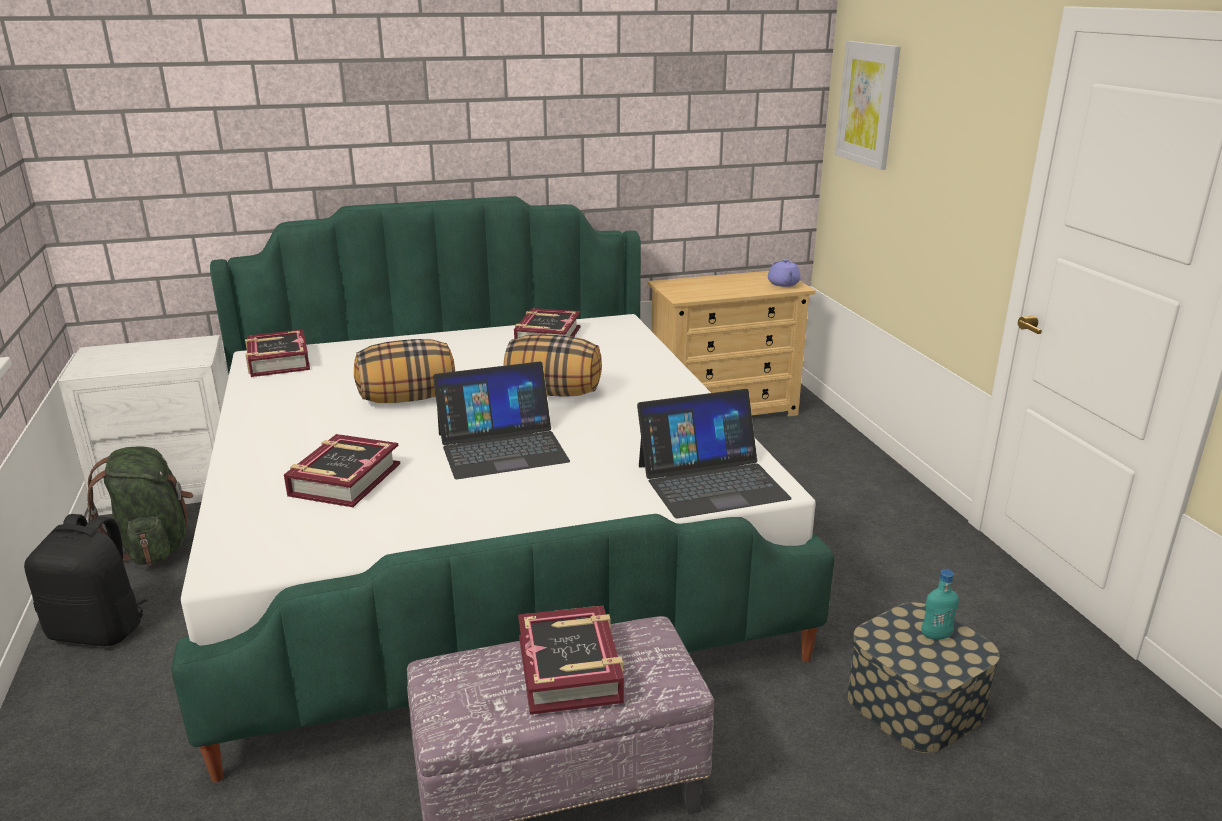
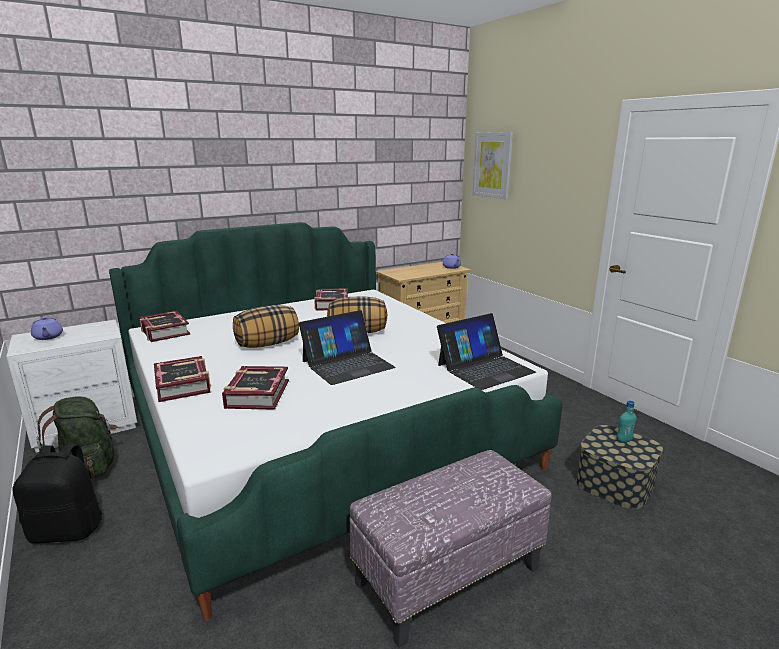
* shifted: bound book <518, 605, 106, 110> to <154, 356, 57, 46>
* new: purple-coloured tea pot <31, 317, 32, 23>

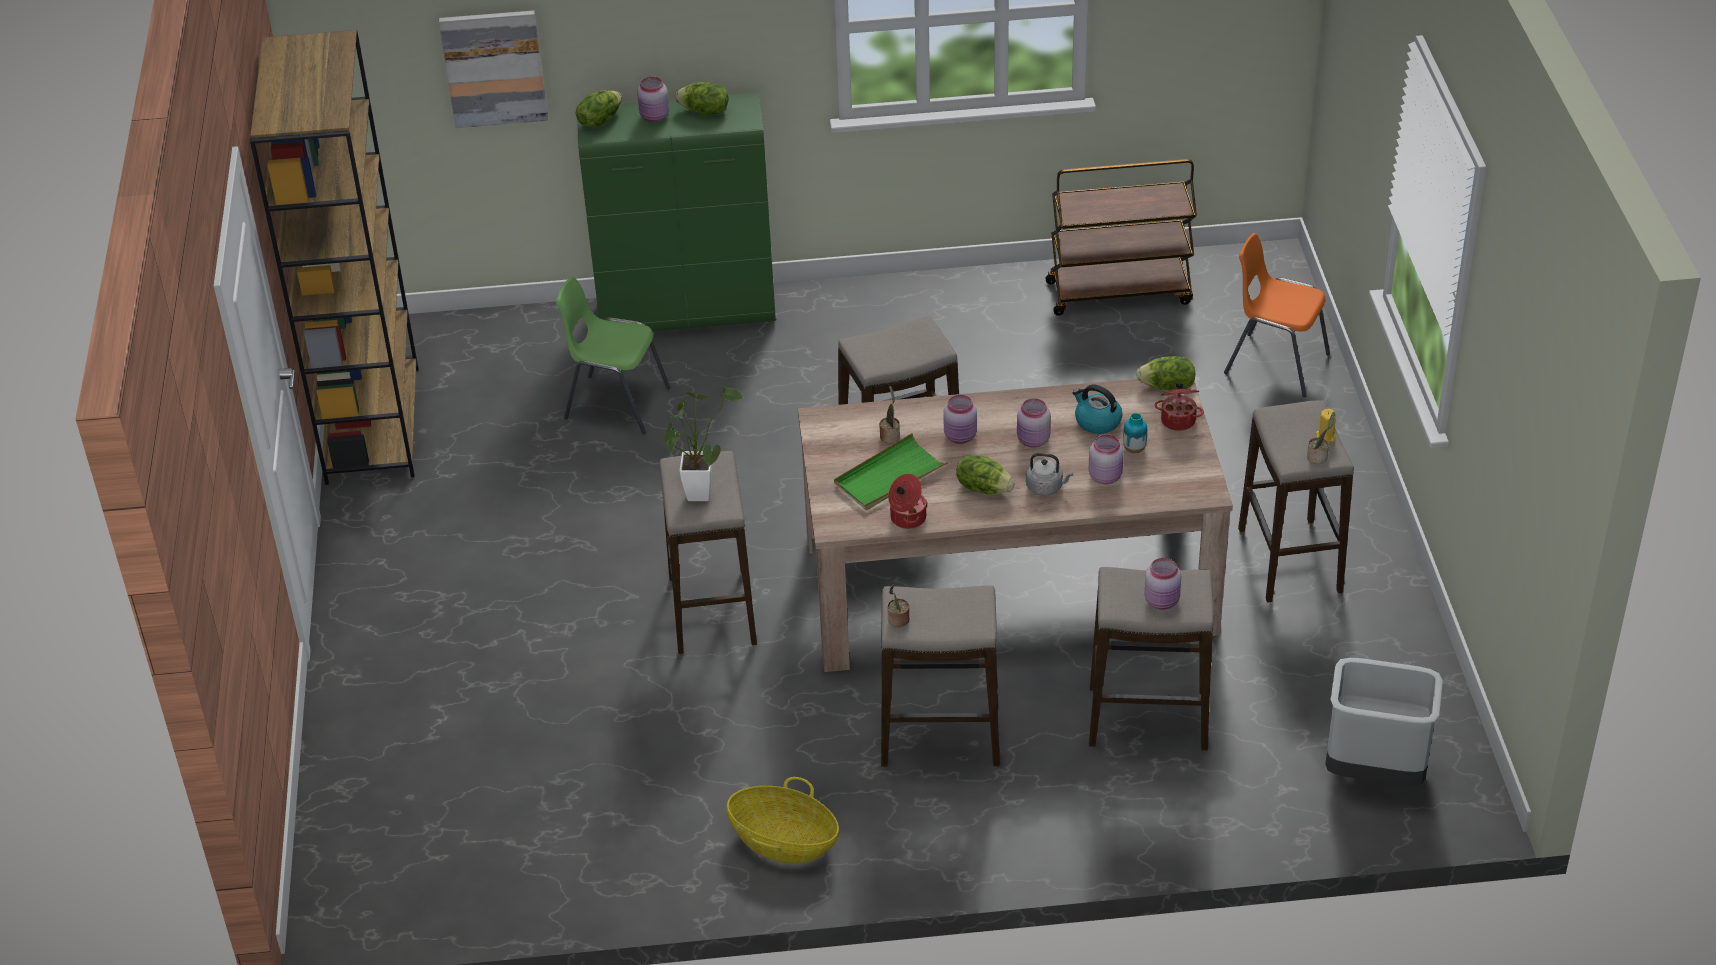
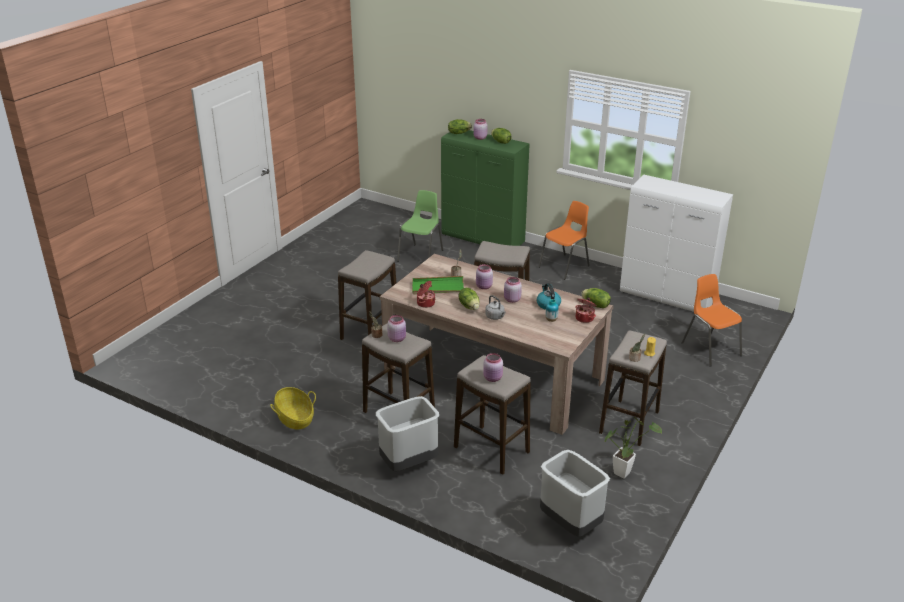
* gone: wall picture <439, 10, 109, 118>
* gone: brownish shelving unit <250, 30, 168, 455>
* swapped: brownish cart <1045, 159, 152, 157> to white-coloured cabinet <620, 175, 113, 137>
* rotated: green-coloured plain chair <556, 276, 114, 159> = <397, 190, 46, 72> 60 degrees clockwise
* shifted: plant in a pot <663, 387, 80, 114> to <605, 417, 57, 62>
* shifted: pink storage jar <1088, 434, 36, 50> to <387, 315, 19, 27>
* new: orangey plain chair <538, 201, 52, 79>
* new: gray rubbish bin <376, 396, 63, 75>

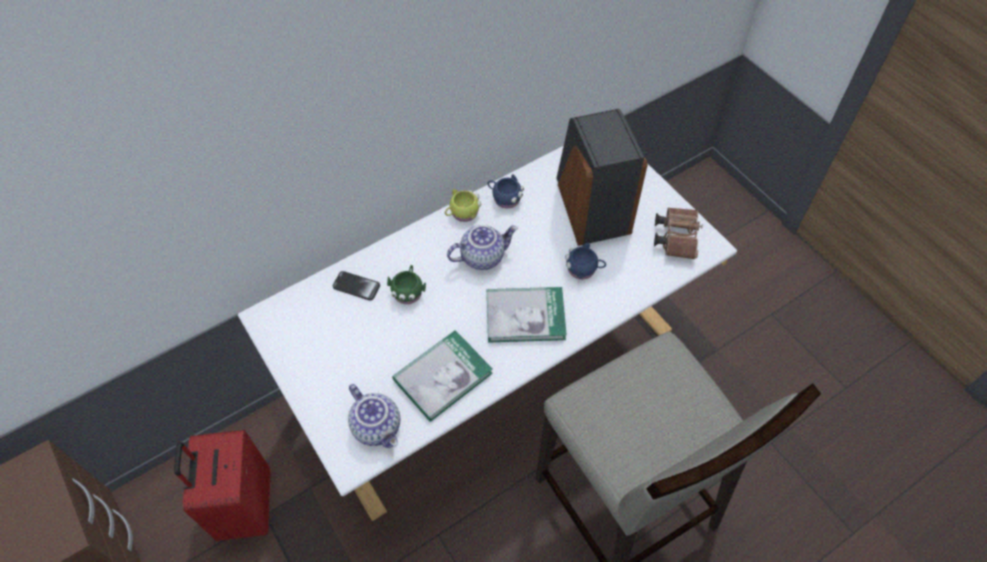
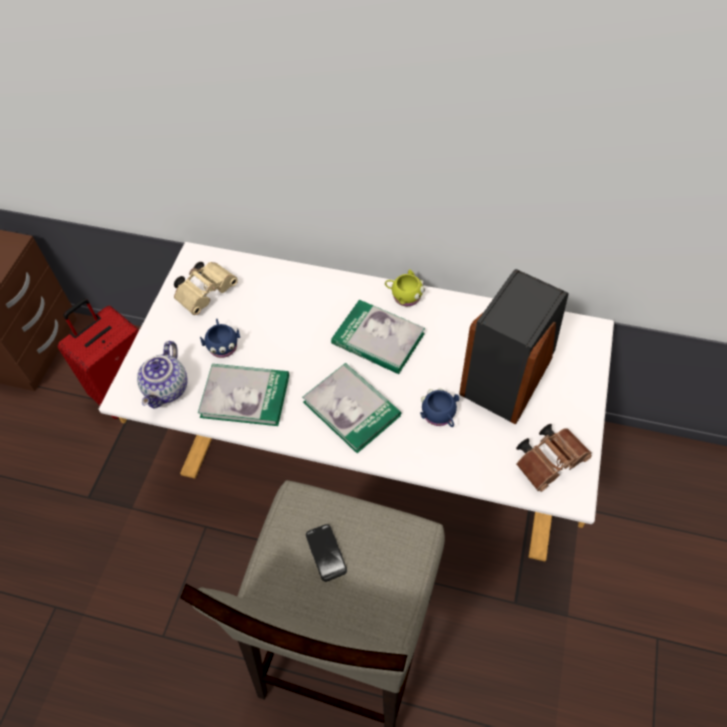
* shifted: bluish mug <487, 174, 37, 35> to <200, 319, 40, 39>
* swapped: tea pot <447, 225, 71, 45> to bound book <331, 300, 94, 74>
* gone: green-coloured mug <387, 265, 39, 39>
* shifted: phone <333, 271, 47, 29> to <306, 524, 41, 58>
* new: beige-coloured field glasses <174, 262, 64, 53>

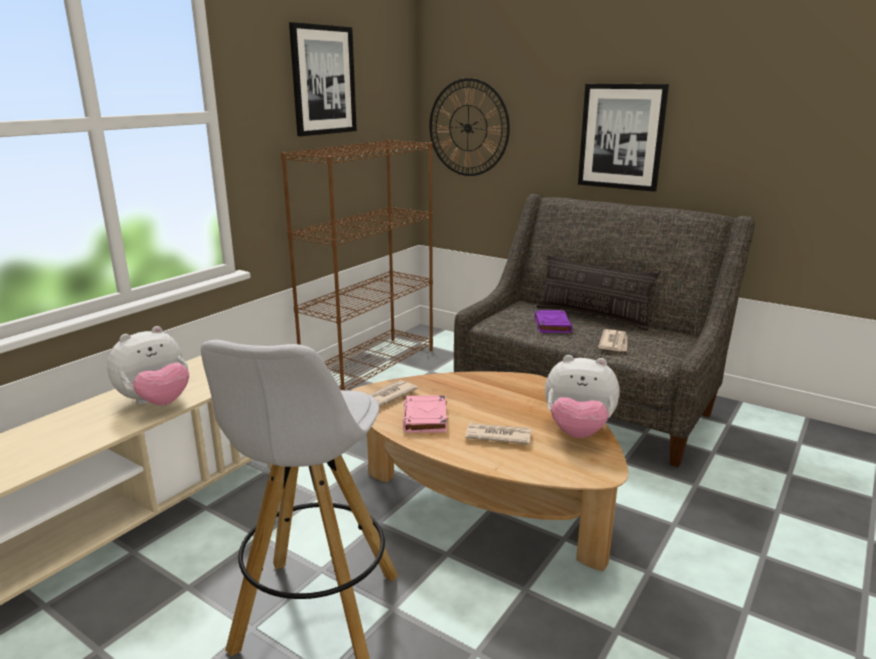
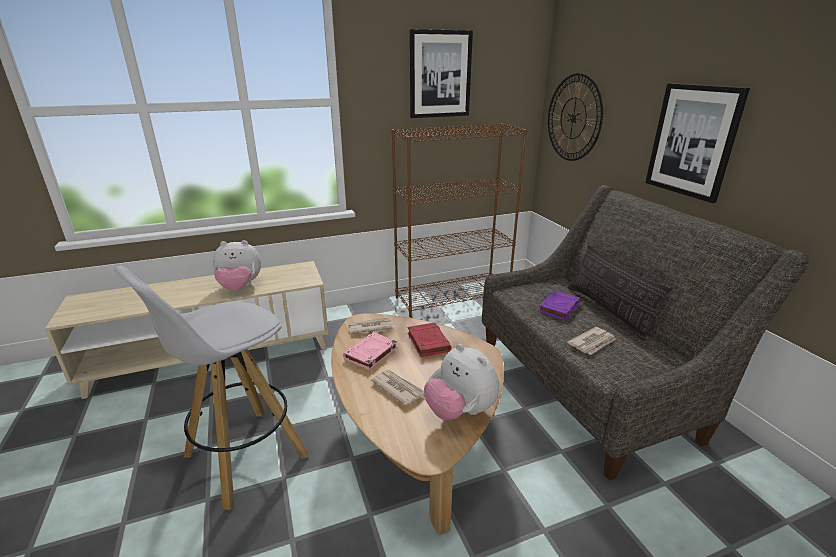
* new: red bound book <408, 322, 44, 35>

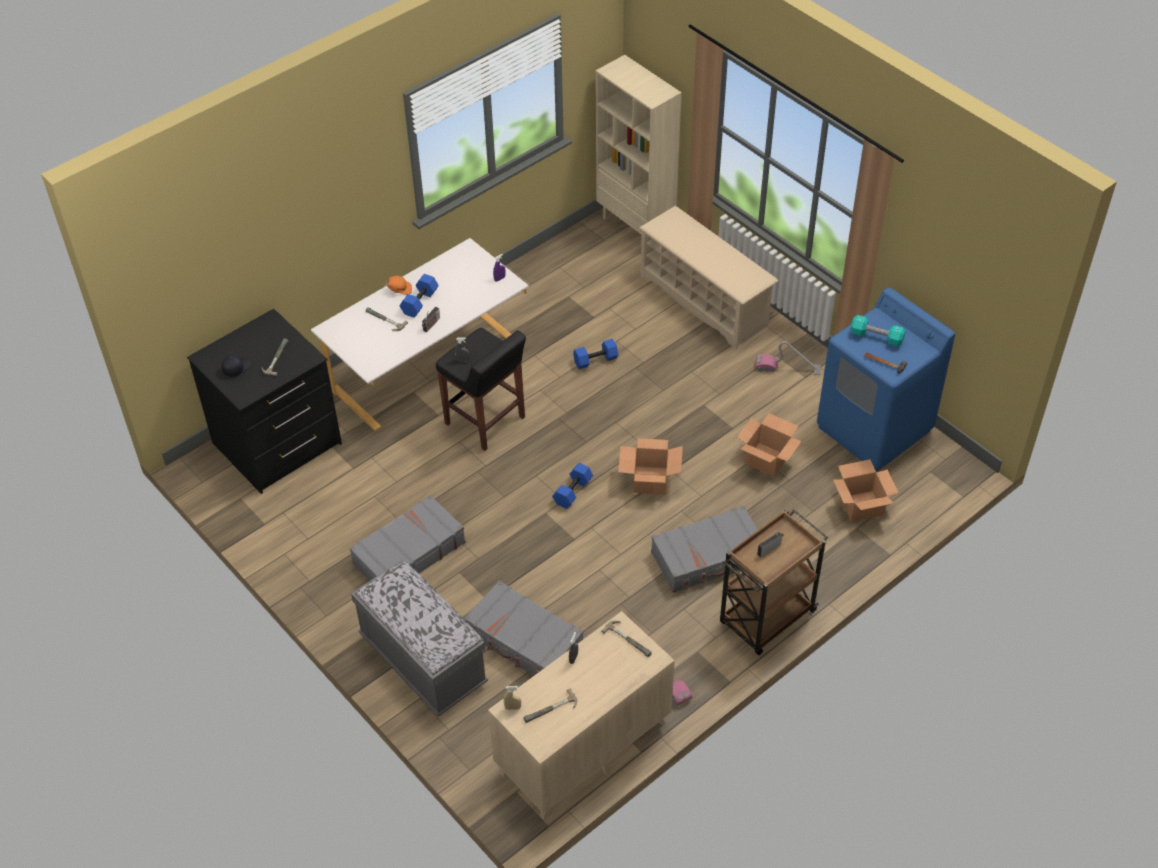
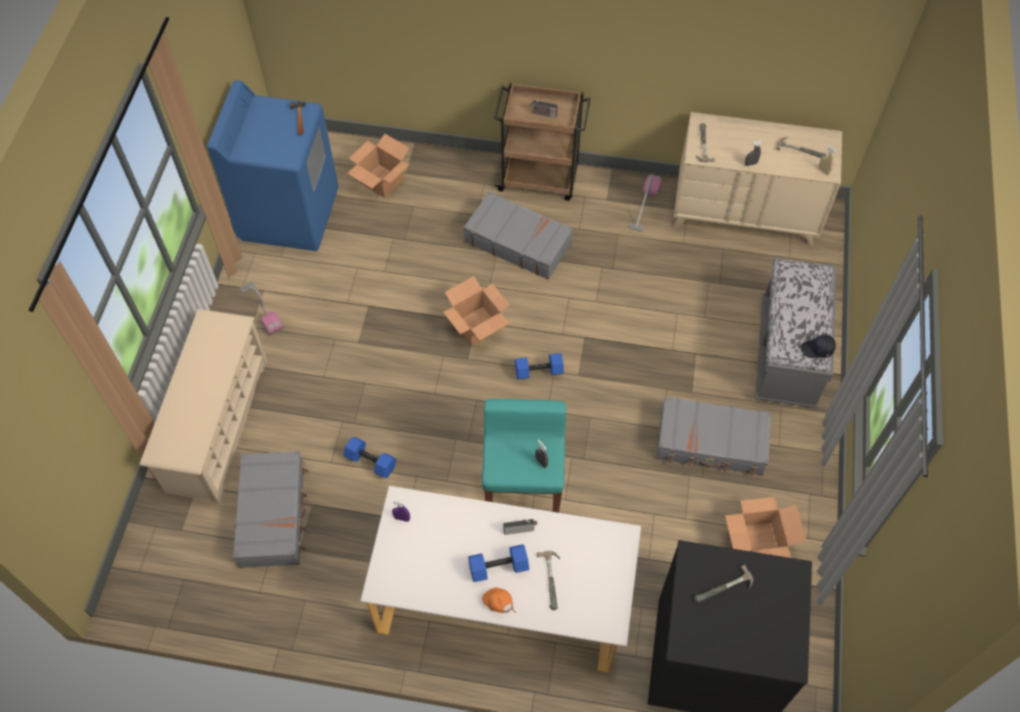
* gone: beige-coloured shelving unit <596, 55, 86, 179>
* gone: blue-green hand weight <850, 315, 55, 31>
* repainted: black-coloured stool <436, 328, 90, 123> to blue-green stool <482, 399, 84, 114>
* shifted: black-coloured baseball cap <222, 356, 29, 21> to <801, 334, 35, 24>
* shifted: carton <737, 413, 65, 63> to <725, 497, 81, 61>
* shifted: gray piece of luggage <464, 581, 119, 95> to <233, 451, 75, 117>

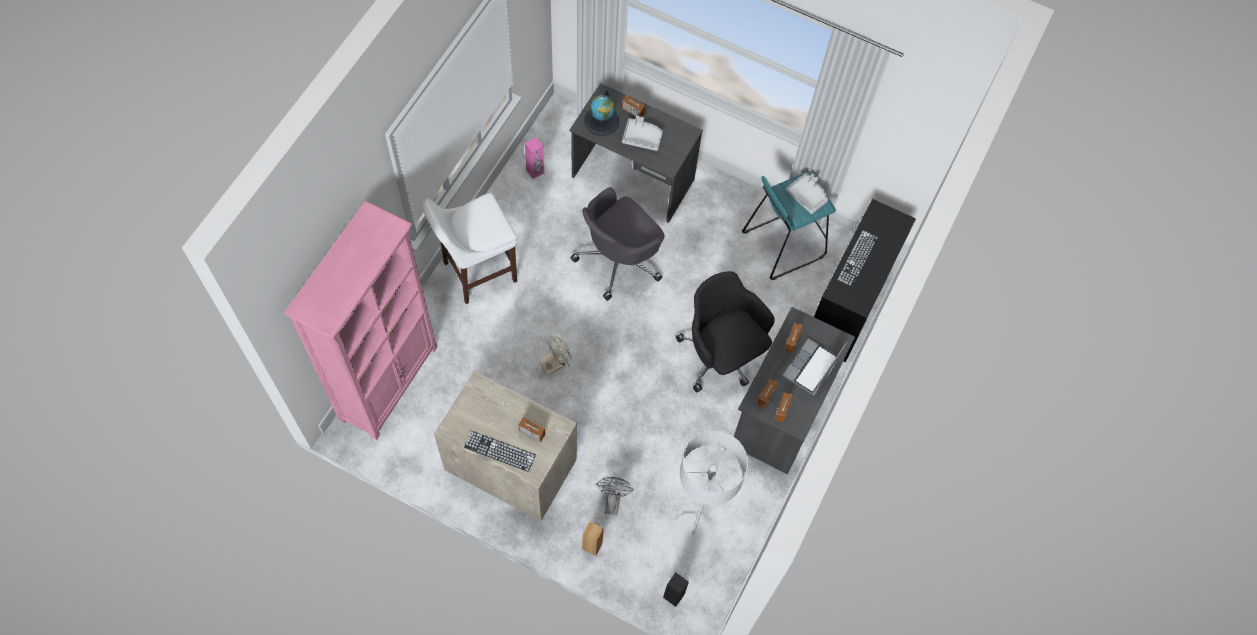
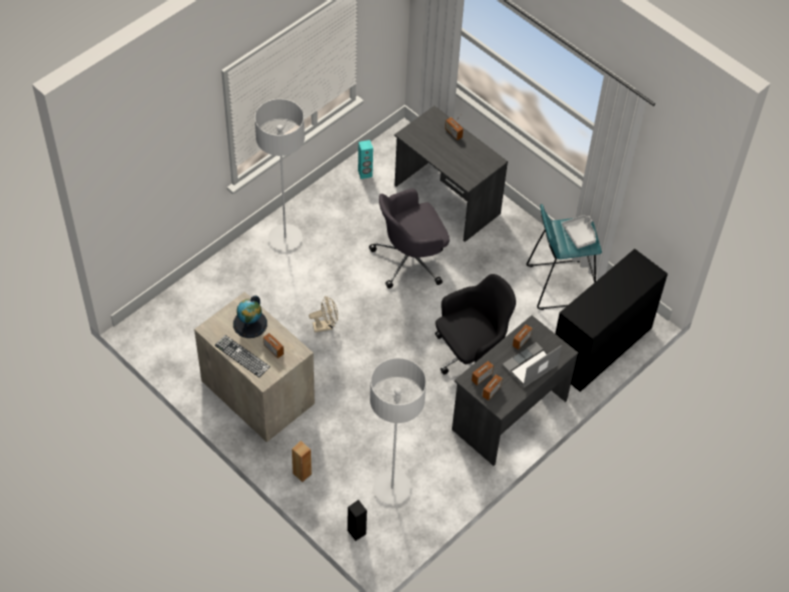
* shifted: world globe <584, 90, 35, 46> to <233, 295, 34, 43>
* gone: gray carrying tray <622, 116, 41, 35>
* repainted: pink loudspeaker <525, 137, 19, 42> to blue-green loudspeaker <358, 140, 15, 39>
* swapped: white-coloured stool <422, 193, 95, 111> to gray floor lamp <255, 99, 50, 152>
* gone: pink shelving unit <284, 201, 153, 239>
* gone: PC keyboard <837, 230, 41, 57>
* rotated: black-coloured office chair <676, 271, 99, 122> = <435, 274, 81, 100> 75 degrees clockwise
* gone: gray fan <596, 477, 38, 38>

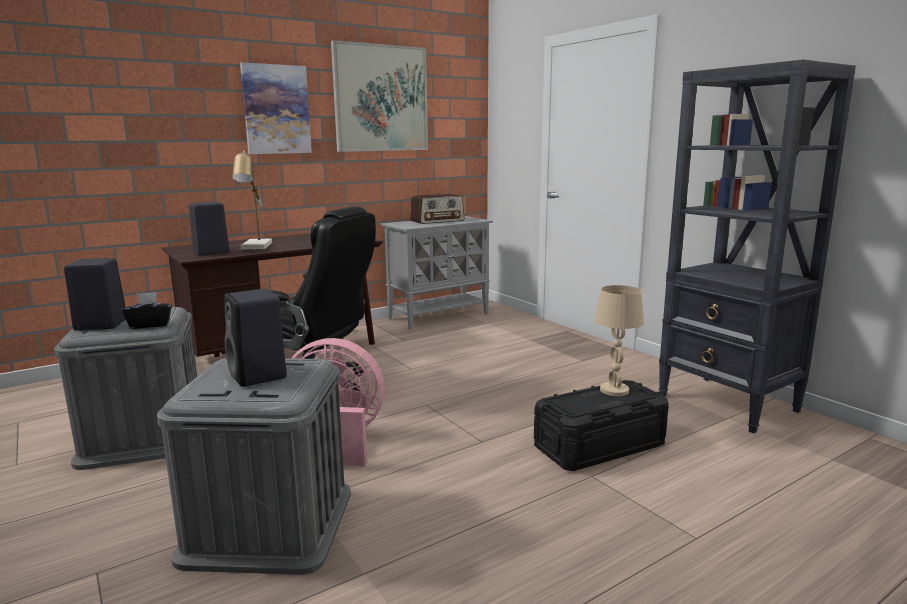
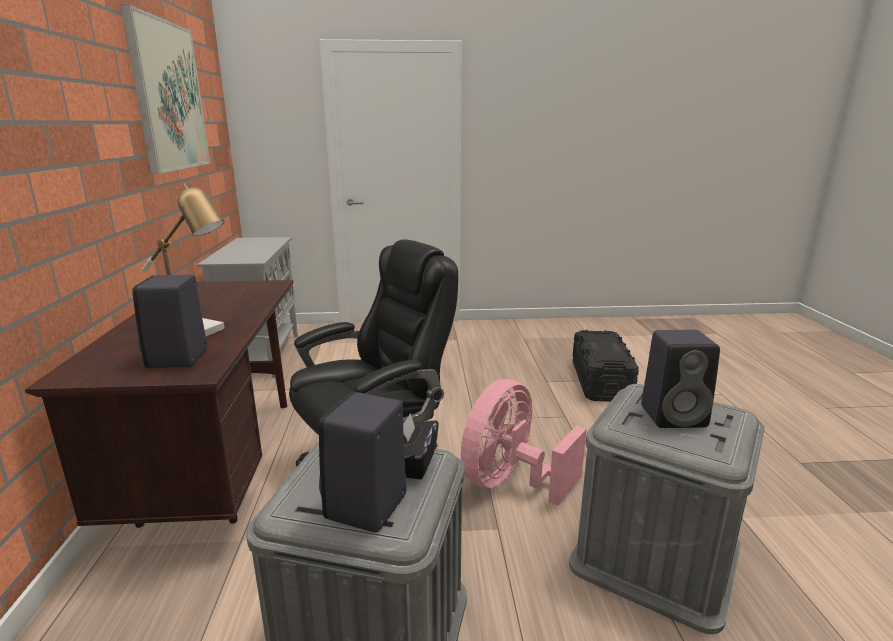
* gone: black-coloured shelving unit <658, 59, 198, 375>
* gone: wall picture <240, 62, 72, 92>
* gone: radio receiver <410, 194, 54, 30>
* gone: beige-coloured lamp for a table <594, 285, 50, 111>

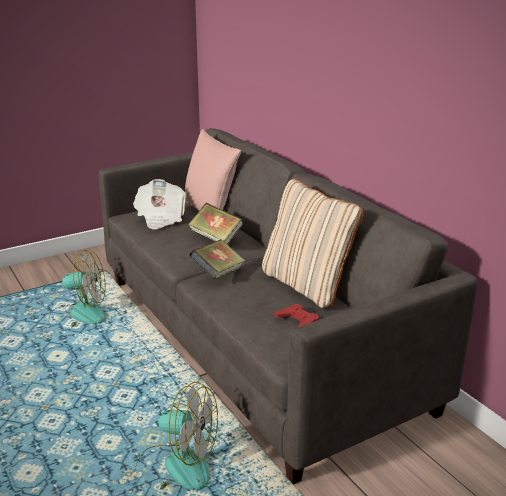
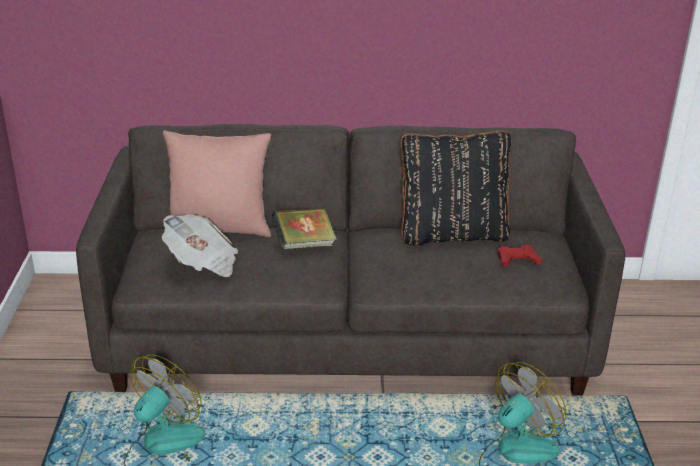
* repainted: beige-coloured cushion <262, 178, 101, 130> to black-coloured cushion <401, 130, 111, 115>
* gone: bound book <189, 239, 56, 40>

